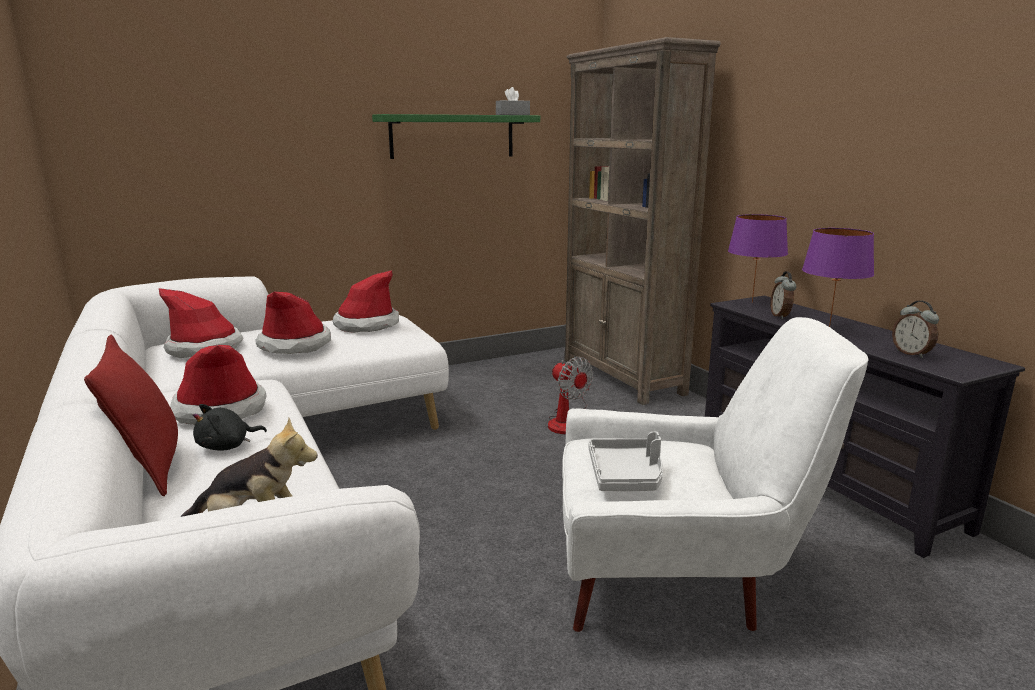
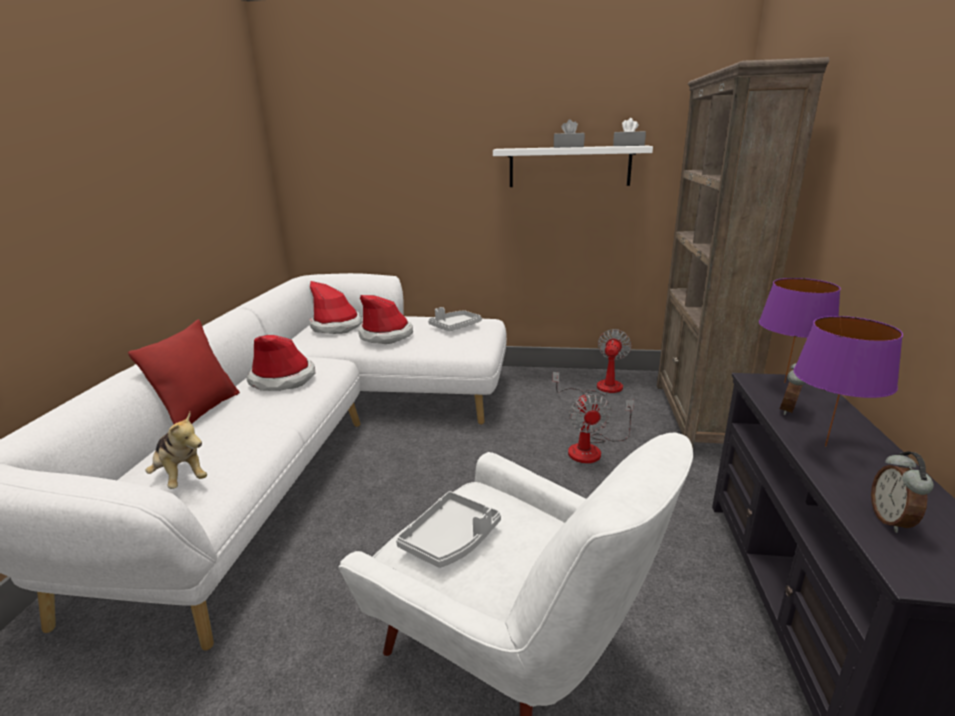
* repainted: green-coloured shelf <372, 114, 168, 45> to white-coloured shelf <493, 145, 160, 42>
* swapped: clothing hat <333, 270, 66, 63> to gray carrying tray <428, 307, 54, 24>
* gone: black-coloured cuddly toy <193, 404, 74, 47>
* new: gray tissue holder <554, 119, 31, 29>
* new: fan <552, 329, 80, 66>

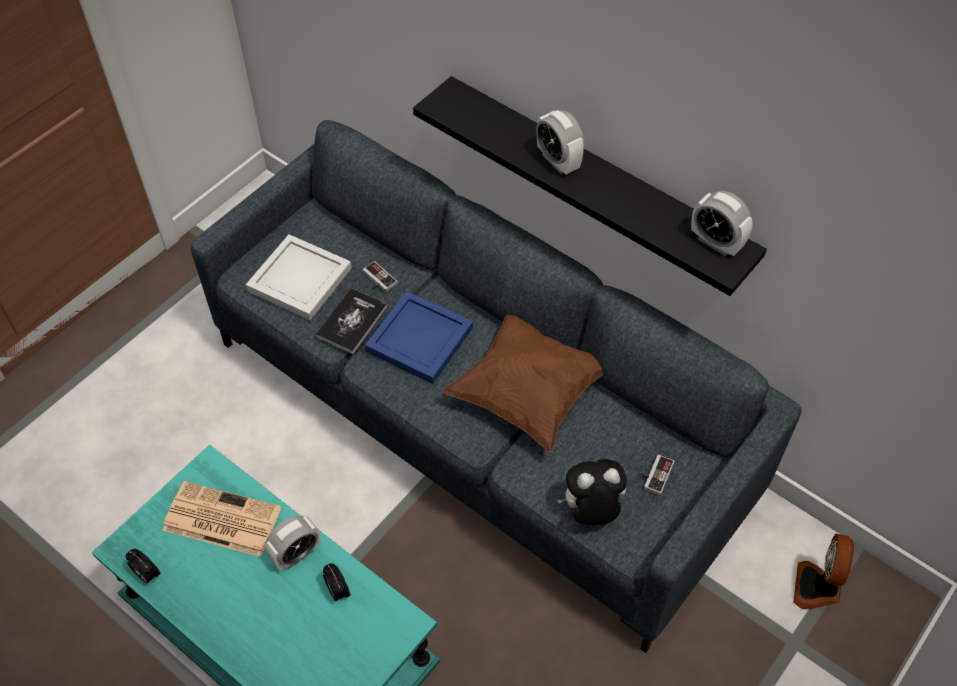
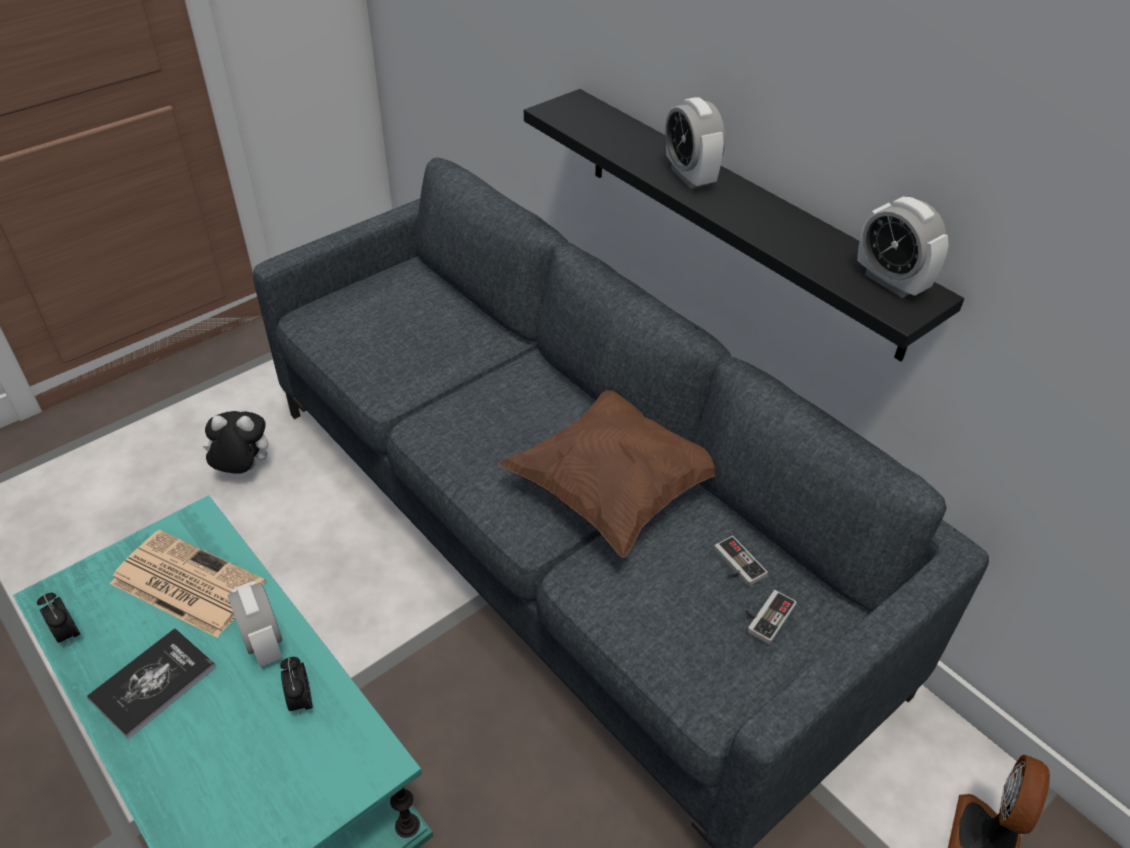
* gone: white-coloured carrying tray <246, 234, 106, 86>
* shifted: gamepad <363, 261, 35, 31> to <714, 536, 54, 51>
* shifted: bound book <316, 288, 71, 66> to <87, 628, 129, 111>
* gone: bluish carrying tray <365, 291, 108, 93>
* shifted: cuddly toy <557, 459, 70, 66> to <203, 411, 65, 62>
* rotated: bedside clock <265, 515, 55, 56> = <228, 581, 54, 86> 90 degrees clockwise

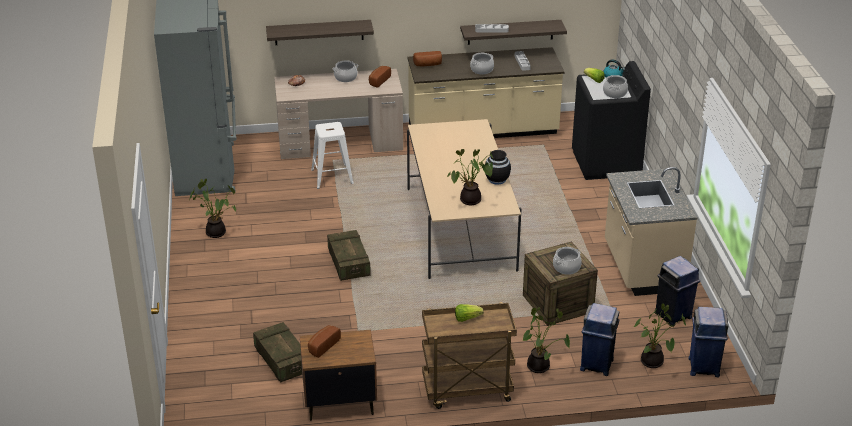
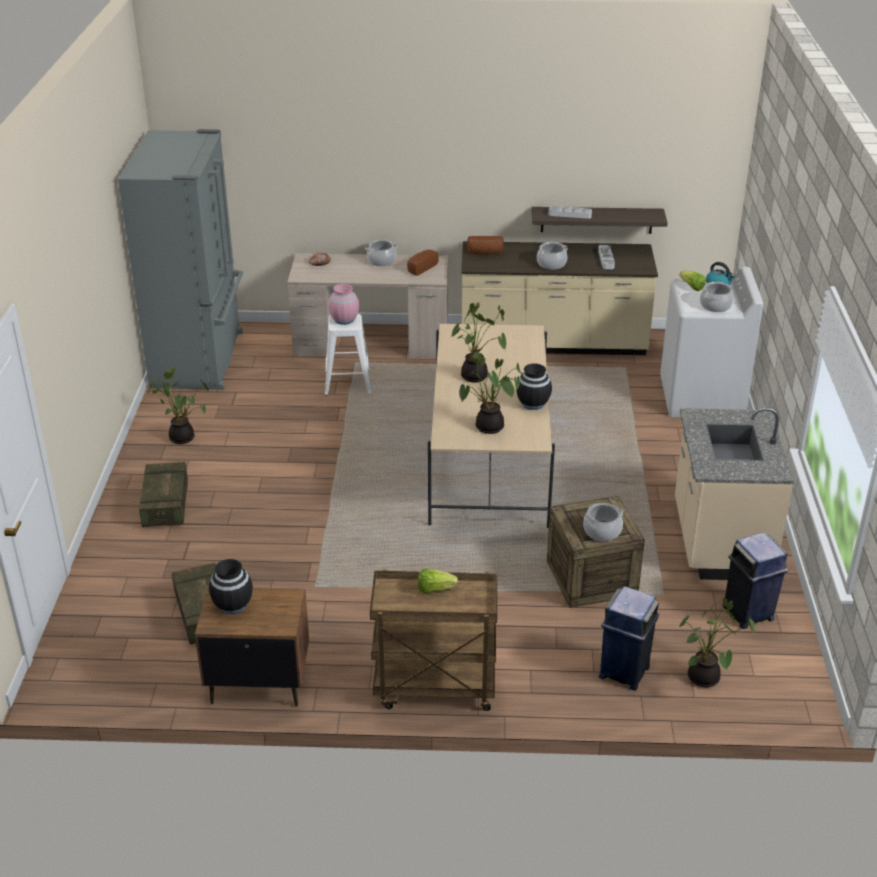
* gone: shelf <266, 20, 108, 25>
* repainted: black-coloured washing machine <572, 61, 79, 119> to white-coloured washing machine <660, 267, 103, 150>
* shifted: shipping crate <327, 230, 44, 51> to <139, 462, 49, 65>
* shifted: plant in a pot <523, 307, 47, 66> to <451, 303, 55, 80>
* gone: bluish rubbish bin <688, 307, 41, 71>
* swapped: baked bread <308, 325, 33, 33> to black-coloured flower vase <209, 559, 44, 55>
* new: pink flower vase <328, 284, 31, 41>

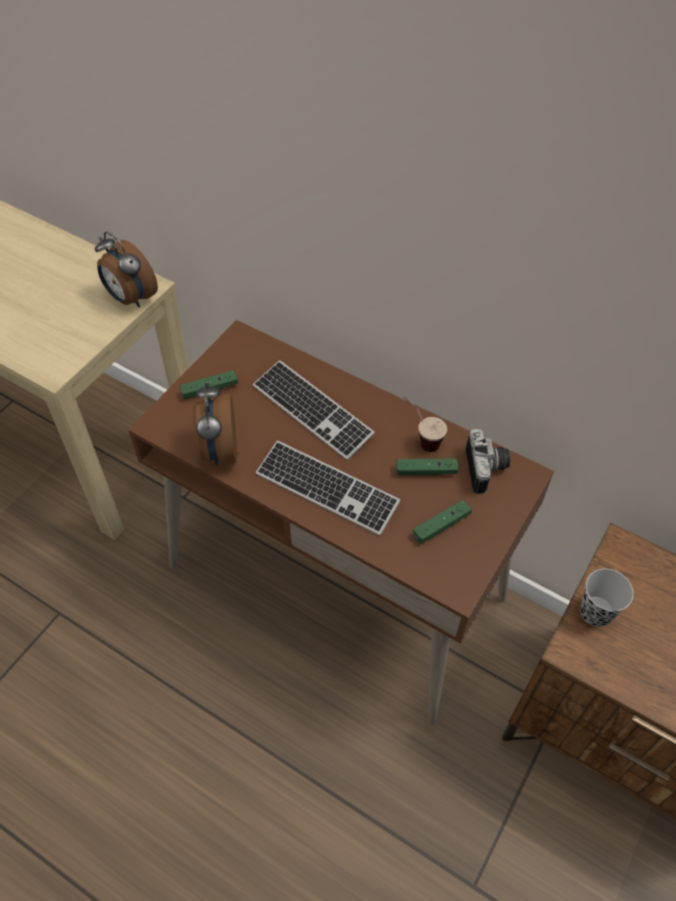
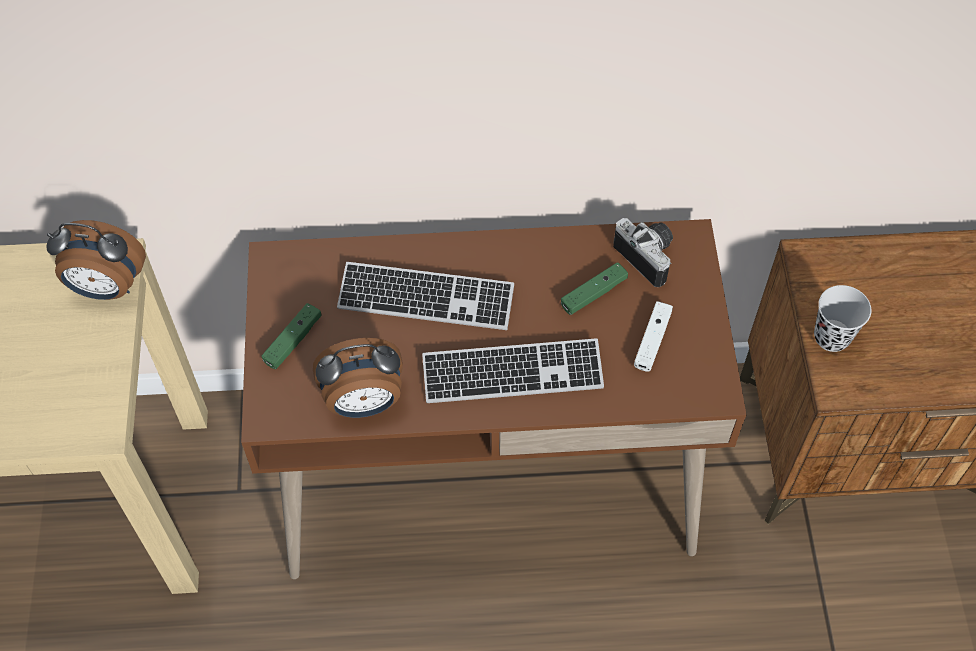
* rotated: bedside clock <193, 381, 44, 85> = <313, 338, 90, 80> 60 degrees counterclockwise
* gone: cup <403, 397, 44, 55>
* repainted: green-coloured gamepad <413, 500, 59, 44> to white-coloured gamepad <634, 301, 39, 71>

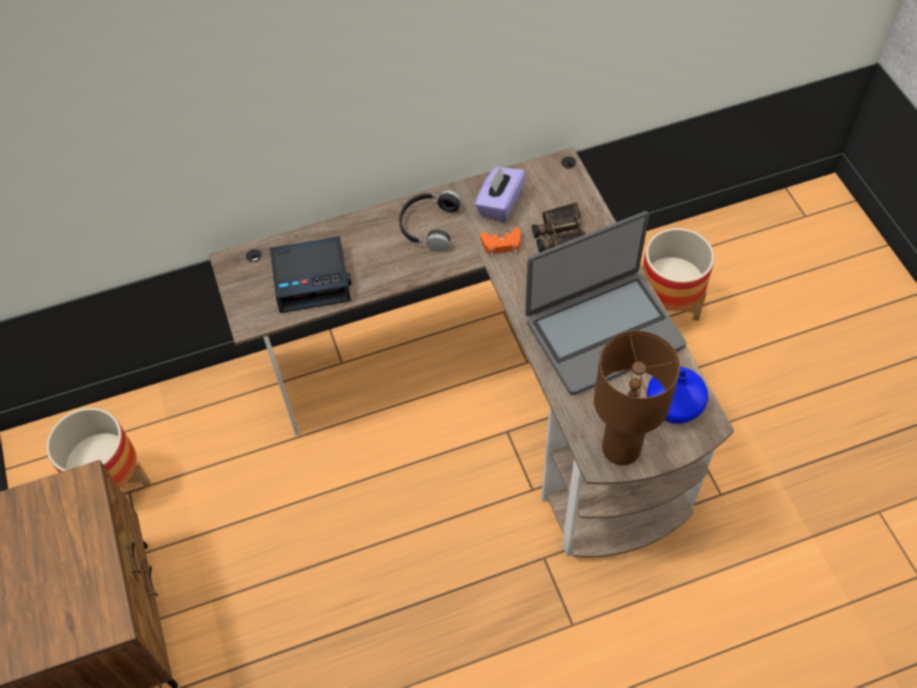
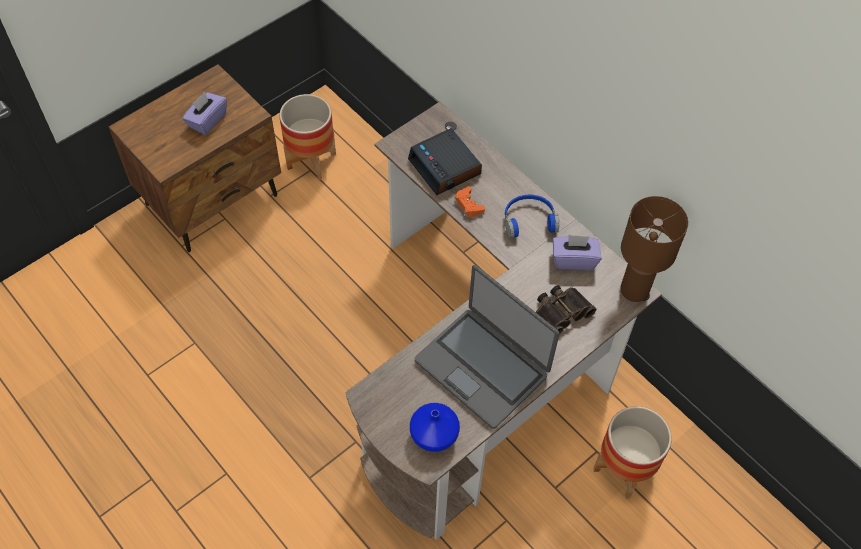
* repainted: black-coloured headphones <399, 190, 62, 62> to bluish headphones <505, 195, 54, 43>
* shifted: orangey gamepad <480, 228, 41, 29> to <454, 186, 31, 31>
* shifted: brownish lamp for a table <594, 330, 86, 135> to <620, 196, 68, 106>
* new: purple-coloured tissue holder <182, 92, 45, 43>

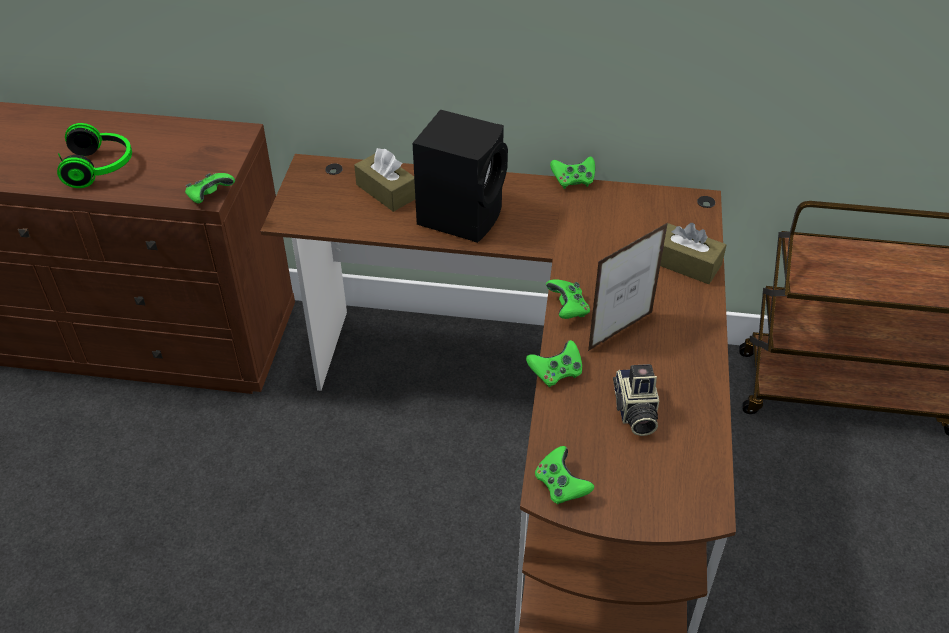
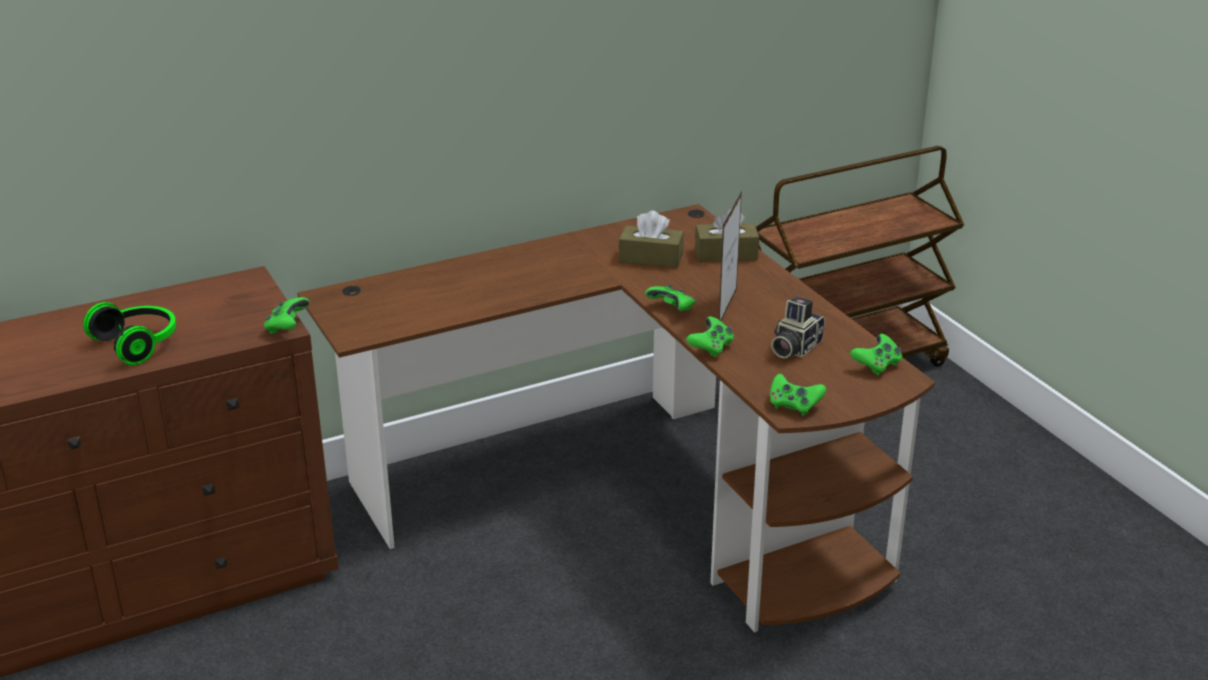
* gone: black-coloured loudspeaker <413, 109, 95, 134>
* shifted: brownish tissue holder <354, 148, 61, 64> to <619, 211, 65, 57>
* shifted: green-coloured gamepad <550, 157, 45, 32> to <850, 334, 52, 42>
* rotated: photo camera <613, 364, 46, 72> = <771, 296, 54, 62> 75 degrees clockwise

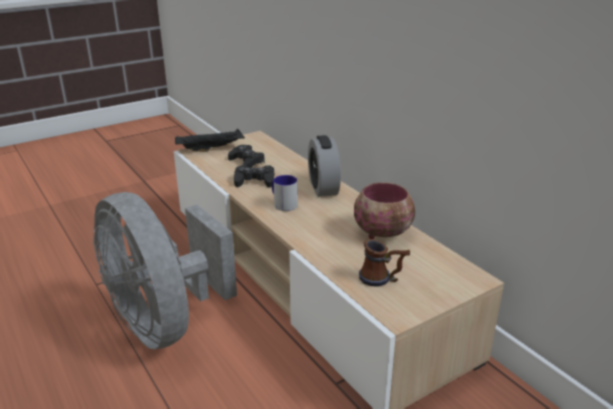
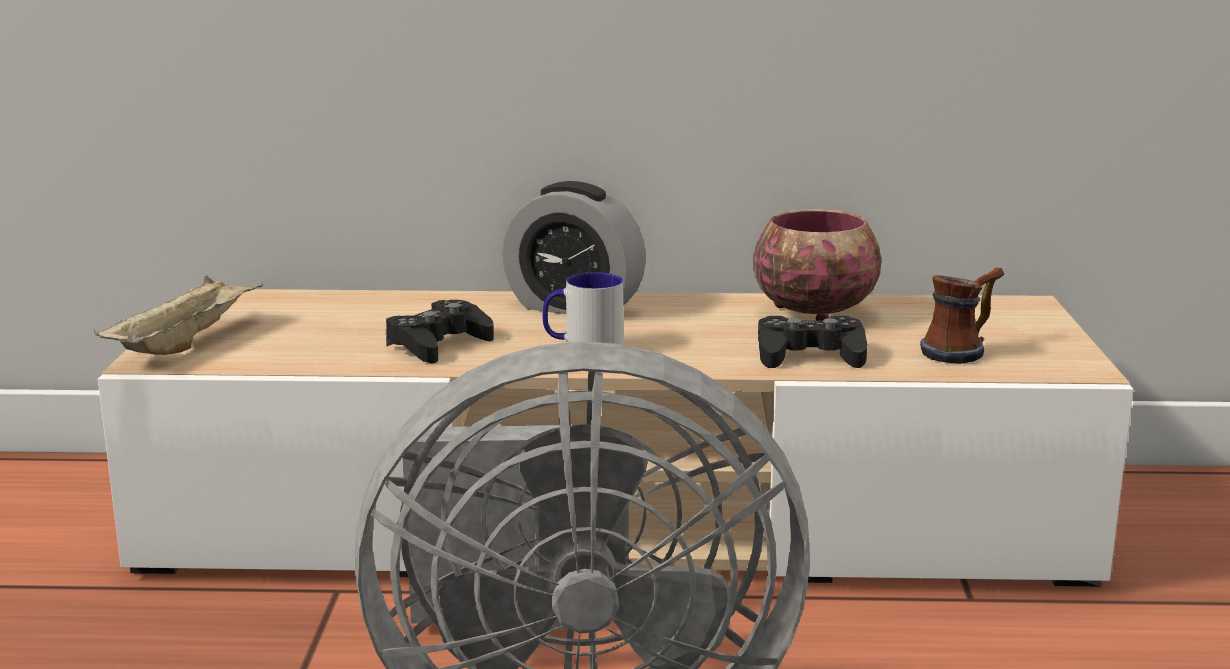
* repainted: black-coloured carrying tray <175, 129, 70, 23> to beige-coloured carrying tray <94, 275, 169, 80>
* shifted: black-coloured gamepad <228, 145, 37, 23> to <758, 316, 109, 52>

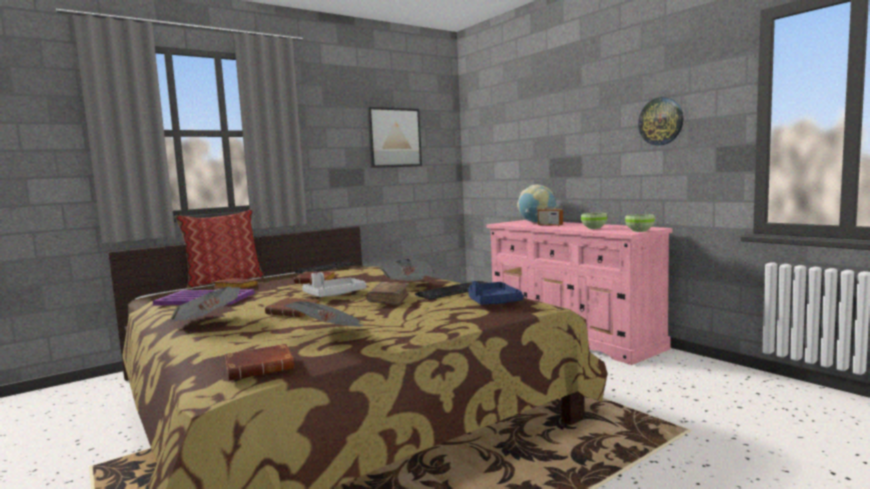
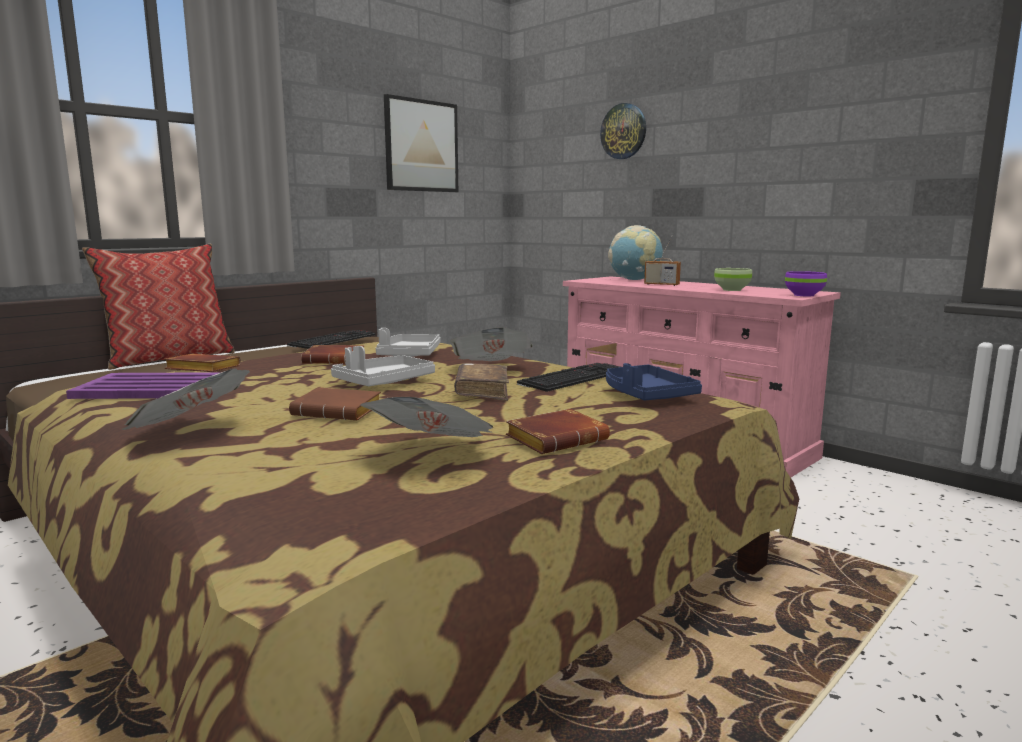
* shifted: hanging clock <638, 97, 45, 48> to <600, 103, 46, 56>
* repainted: green-coloured serving bowl <625, 214, 30, 18> to purple-coloured serving bowl <785, 271, 42, 25>
* shifted: brownish bound book <225, 344, 69, 37> to <506, 409, 104, 45>
* new: gray carrying tray <376, 328, 65, 29>

